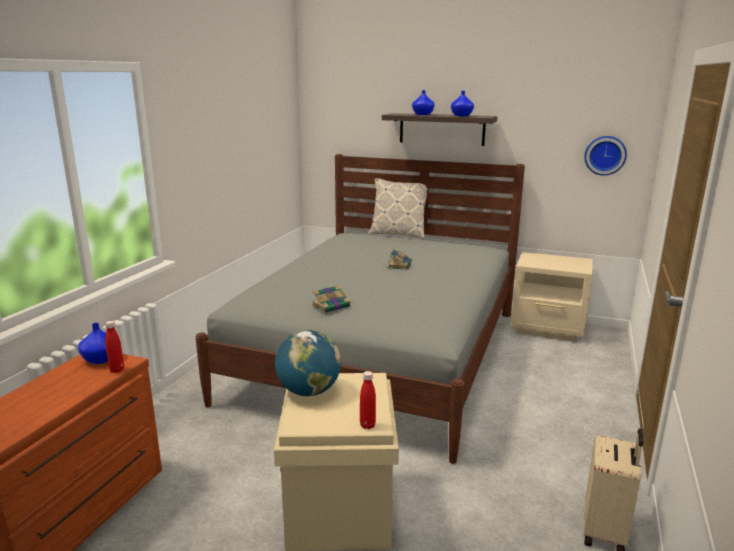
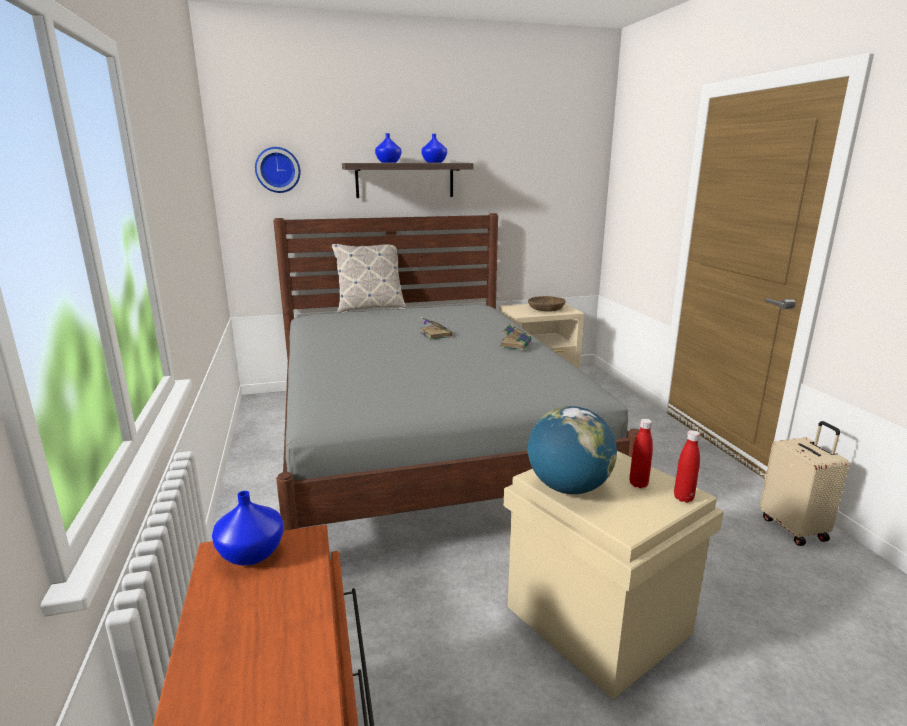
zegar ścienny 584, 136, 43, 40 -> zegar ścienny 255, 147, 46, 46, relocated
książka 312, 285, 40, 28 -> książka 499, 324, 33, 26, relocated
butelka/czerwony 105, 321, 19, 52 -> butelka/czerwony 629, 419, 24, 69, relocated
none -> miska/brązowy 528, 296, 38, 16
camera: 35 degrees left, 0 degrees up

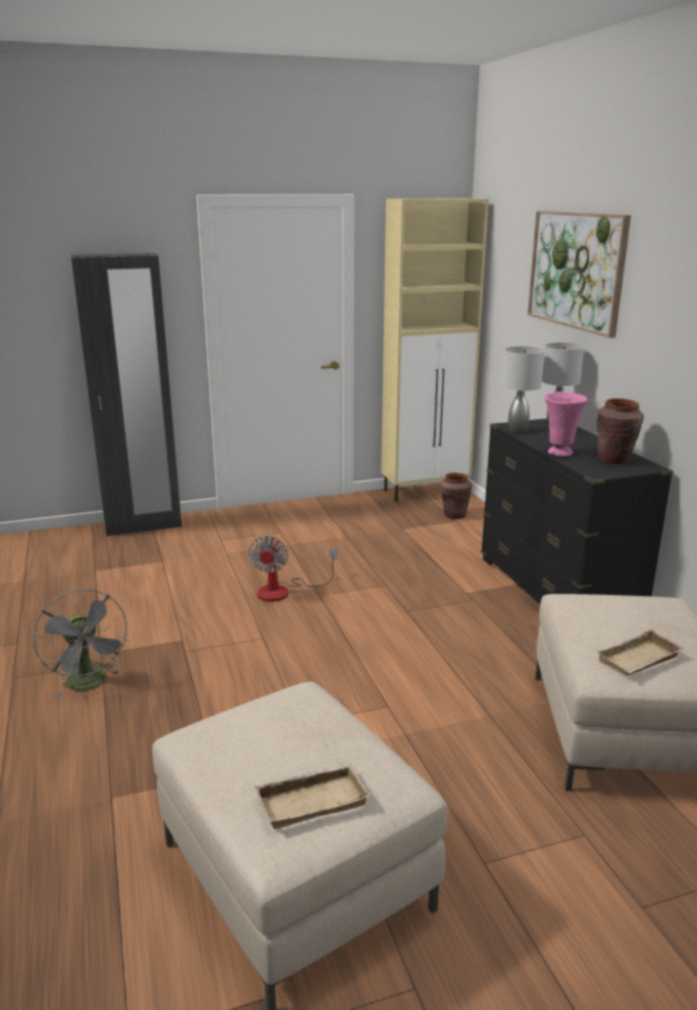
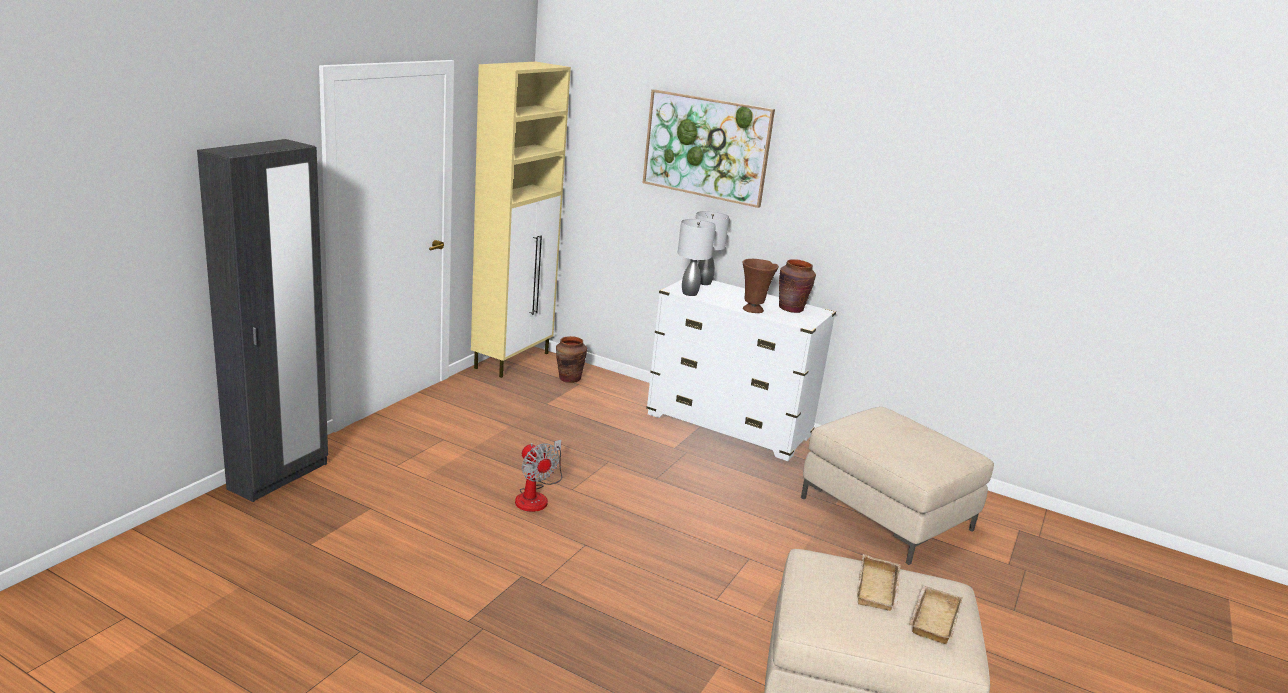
wazon/różowy 545, 392, 43, 64 -> wazon/brązowy 742, 259, 37, 54
komoda/czarny 481, 419, 192, 185 -> komoda/biały 646, 280, 190, 181
wentylator/szary 33, 589, 96, 109 -> none
taca/beżowy 597, 629, 88, 47 -> taca/beżowy 857, 554, 44, 57, relocated
camera: 45 degrees left, 0 degrees up

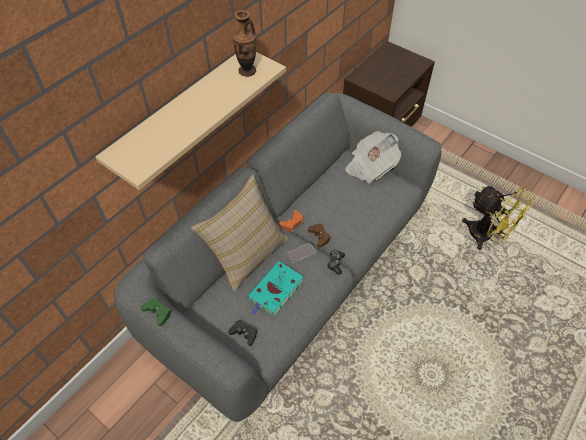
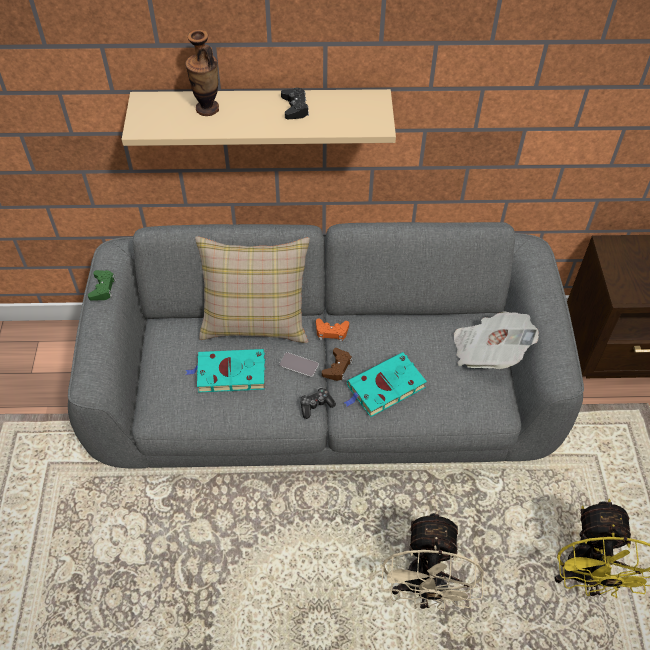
wazon 232, 10, 24, 67 -> wazon 185, 29, 34, 87, relocated
pad do gier/czarny 228, 320, 29, 26 -> pad do gier/czarny 281, 88, 28, 31, relocated
none -> książka/turkusowy 344, 352, 83, 65
none -> wentylator/beżowy 381, 511, 103, 100
camera: 50 degrees right, 0 degrees up

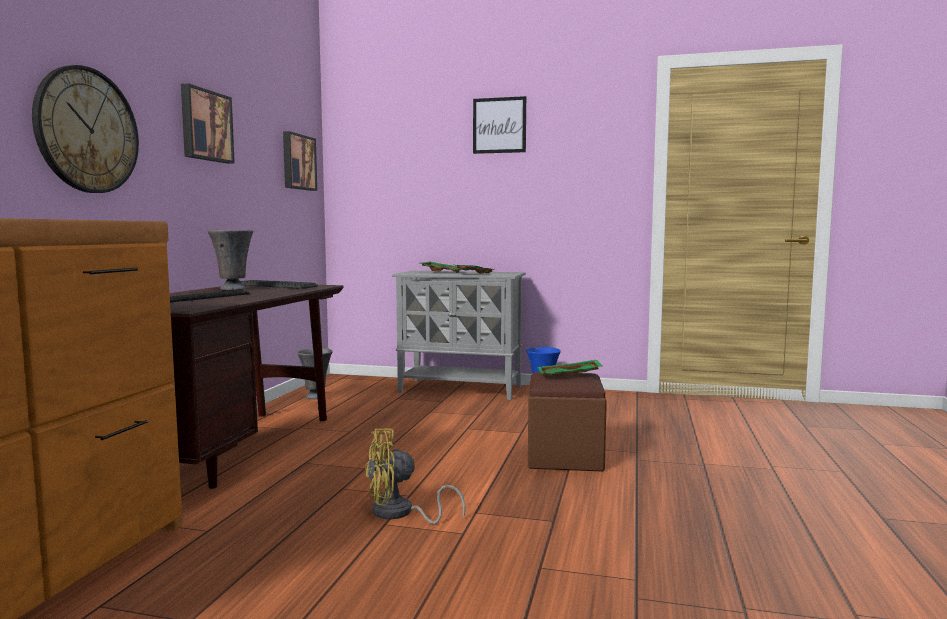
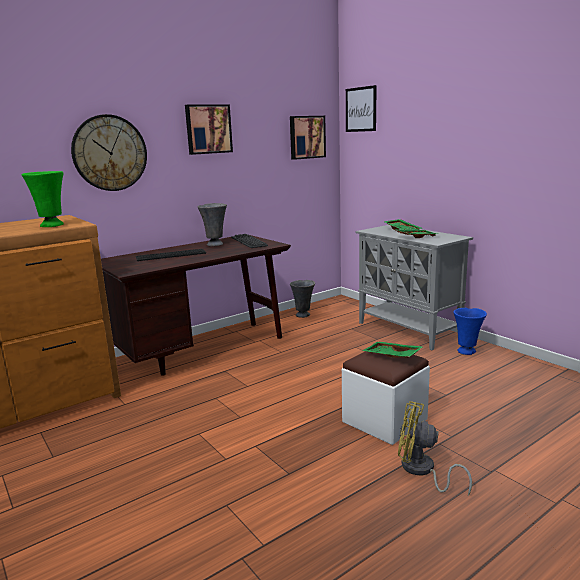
obraz 473, 96, 53, 58 -> obraz 346, 85, 31, 47, relocated
pufa/brązowy 528, 372, 79, 100 -> pufa/biały 342, 351, 88, 94
wentylator/żółty 365, 428, 101, 96 -> wentylator/żółty 398, 401, 74, 95, relocated
none -> wazon/zielony 22, 171, 42, 56
camera: 40 degrees right, 10 degrees up

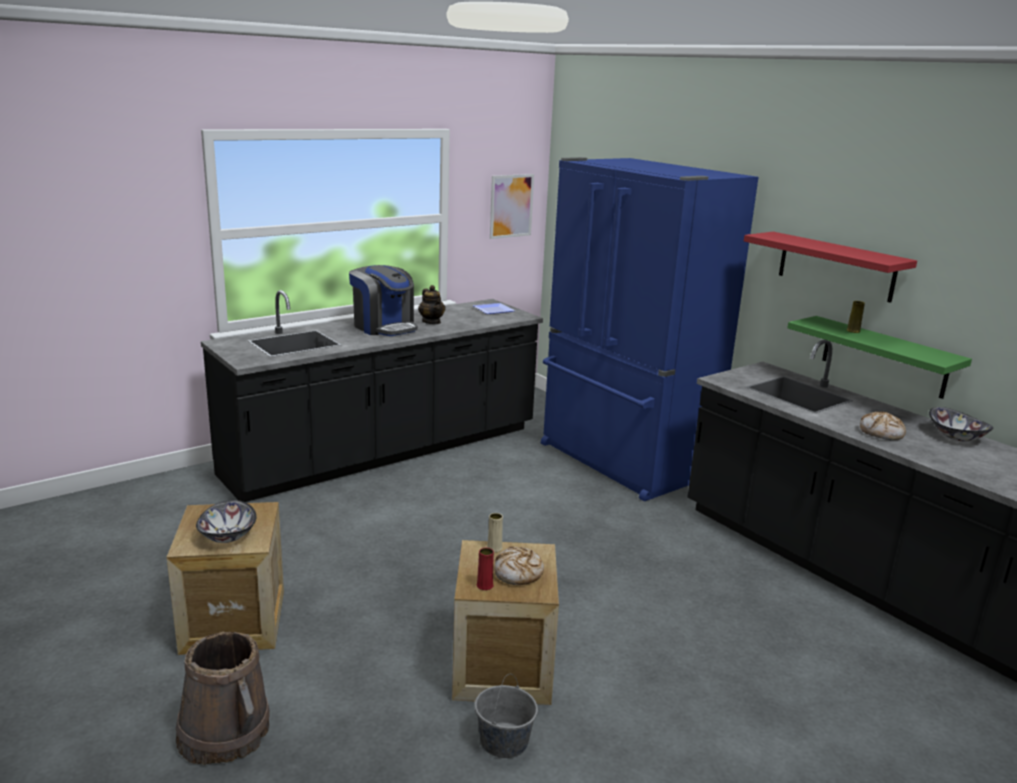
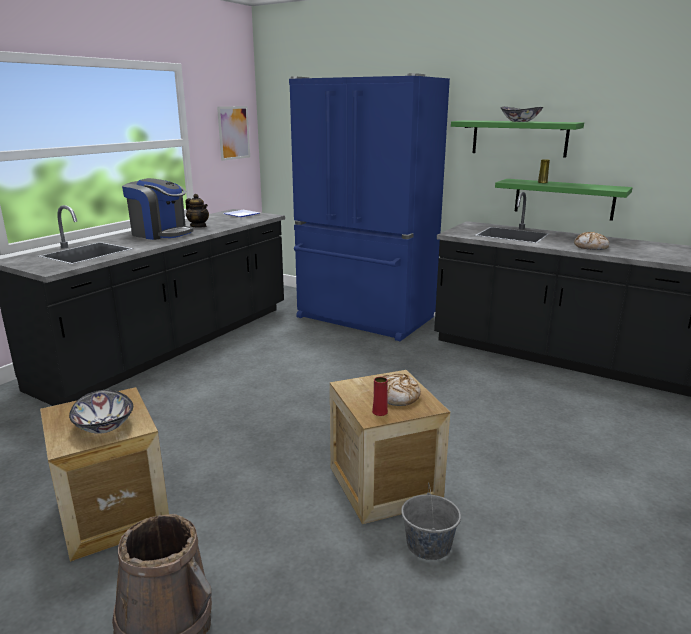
półka/czerwony 744, 232, 173, 71 -> półka/zielony 451, 120, 133, 38
miska 929, 407, 65, 35 -> miska 501, 107, 42, 15, relocated
wazon/beżowy 487, 513, 16, 39 -> none
camera: 20 degrees left, 0 degrees up

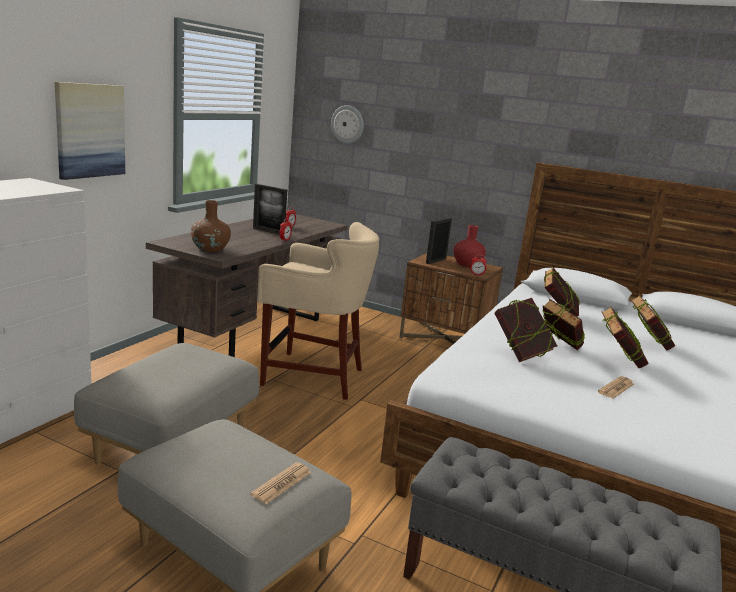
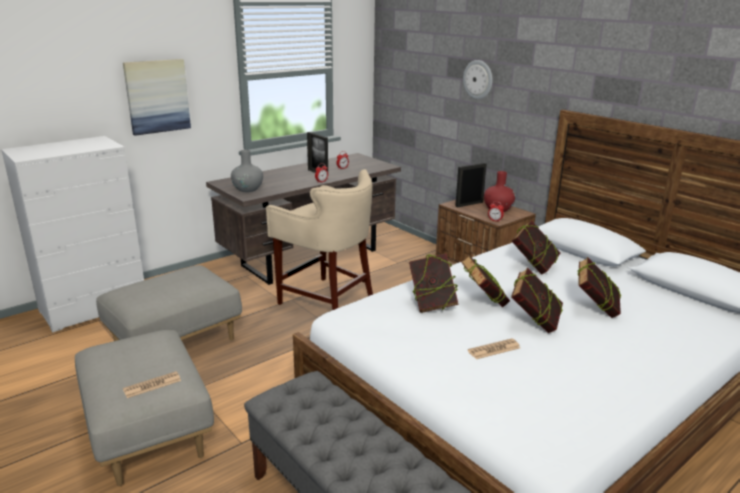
zegar ścienny 331, 105, 33, 39 -> zegar ścienny 463, 60, 29, 39, relocated
wazon/brązowy 191, 200, 40, 52 -> wazon/szary 231, 150, 32, 42
camera: 25 degrees right, 5 degrees up

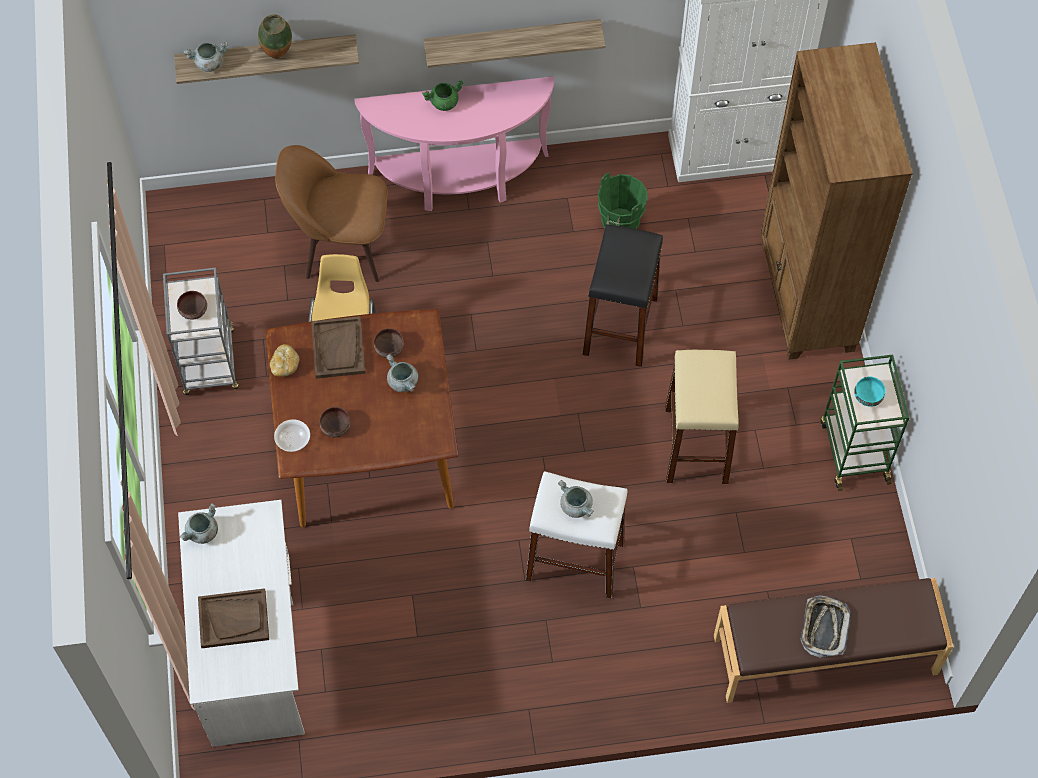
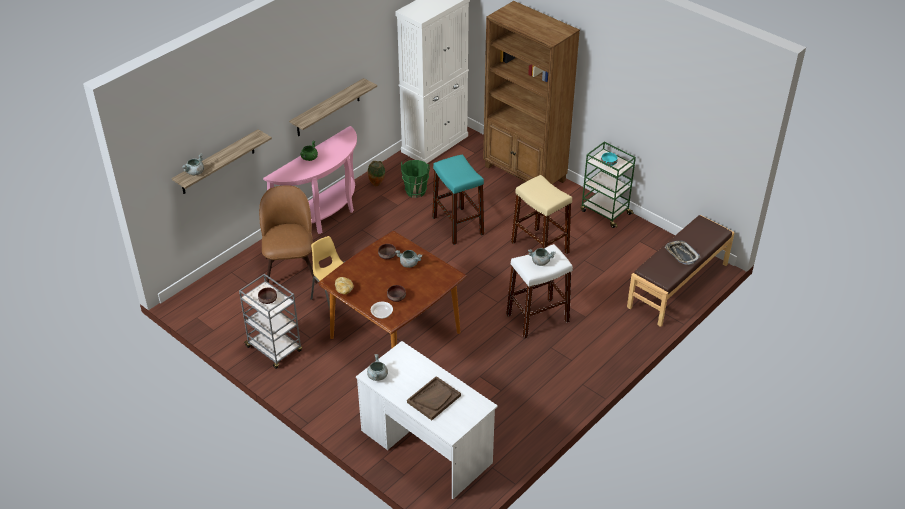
wazon 258, 14, 34, 45 -> wazon 368, 161, 17, 25, relocated
krzesło/brązowy 275, 145, 113, 137 -> krzesło/brązowy 259, 185, 58, 99, 120 degrees clockwise
stołek/czarny 583, 224, 80, 143 -> stołek/turkusowy 432, 154, 52, 91
taca/brązowy 311, 316, 55, 63 -> none
camera: 40 degrees left, 20 degrees down

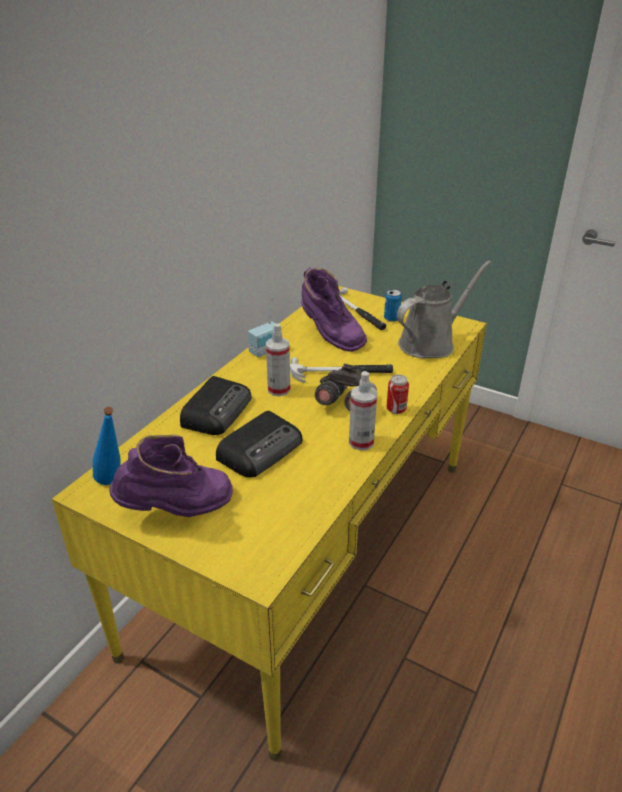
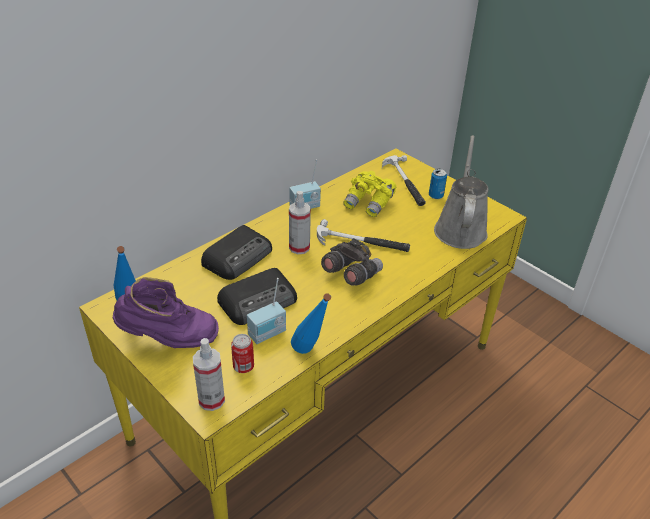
konewka/szary 397, 261, 94, 98 -> konewka/szary 434, 135, 54, 114, 60 degrees counterclockwise
but z cholewką/fioletowy 301, 267, 66, 85 -> lornetka/żółty 343, 171, 53, 46
spryskiwacz 349, 371, 28, 80 -> spryskiwacz 193, 338, 32, 73, relocated
puszka 387, 375, 22, 39 -> puszka 231, 334, 23, 39, relocated
none -> radio 247, 278, 39, 66
none -> butelka/niebieski 291, 293, 40, 61
camera: 15 degrees right, 5 degrees up

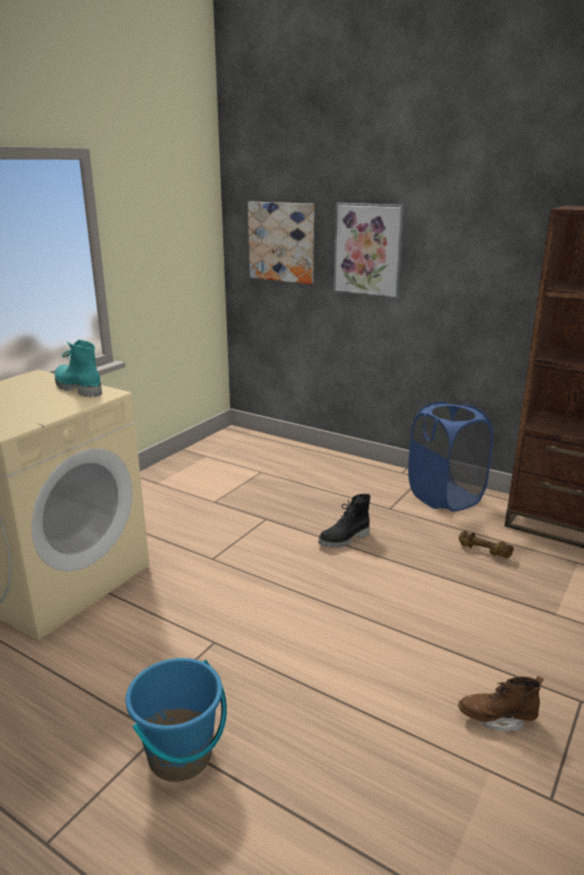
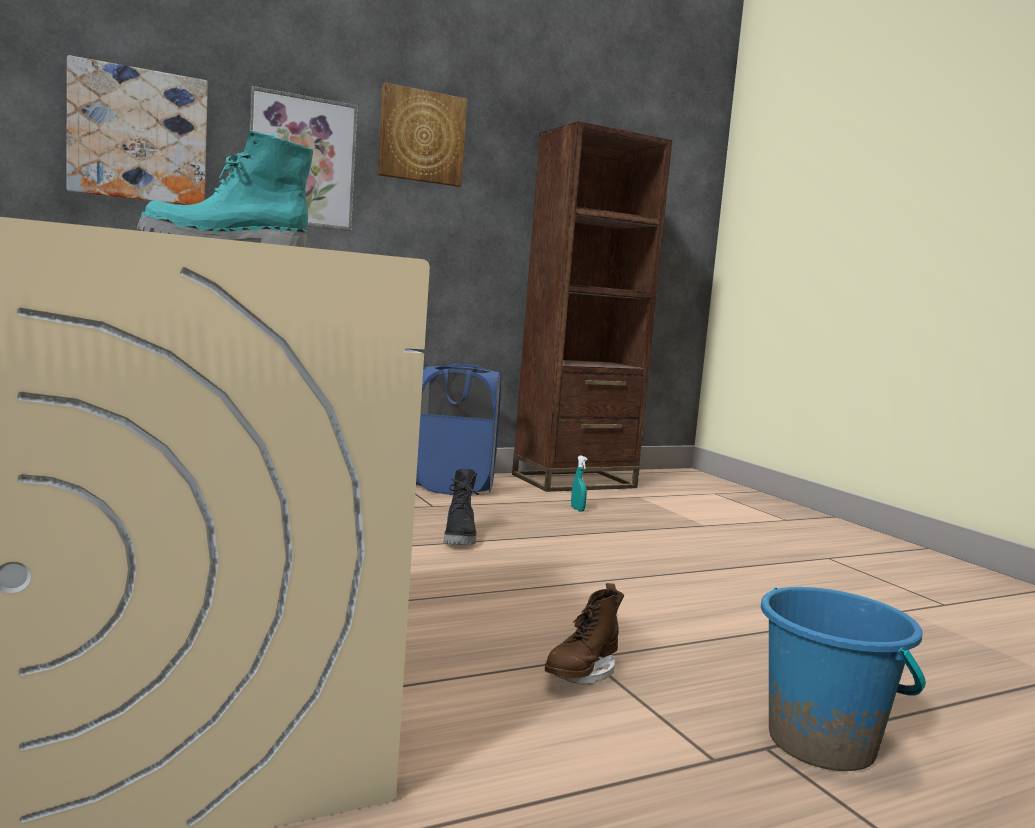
hantel/brązowy 459, 531, 55, 27 -> spryskiwacz/turkusowy 571, 455, 17, 56
but z cholewką/brązowy 458, 676, 86, 55 -> but z cholewką/brązowy 545, 583, 79, 102, relocated
none -> obraz 377, 83, 91, 104
camera: 60 degrees left, 15 degrees down

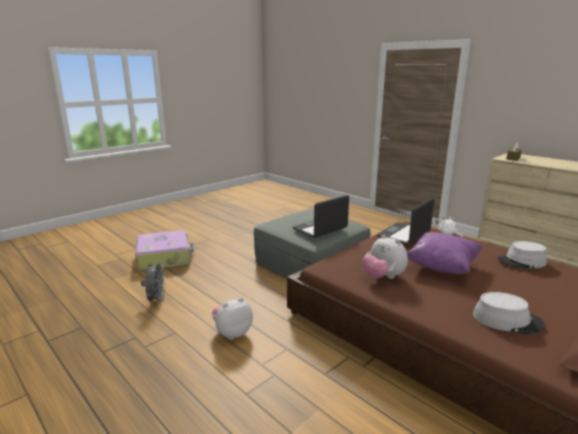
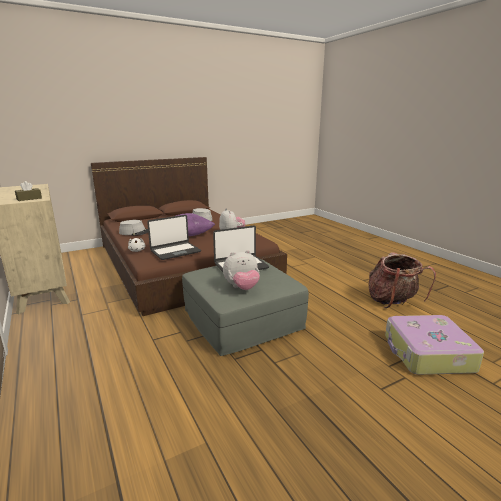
wentylator/szary 141, 261, 25, 43 -> plecak 369, 252, 67, 56
pluszak 212, 298, 41, 42 -> pluszak 223, 250, 37, 40, relocated
camera: 165 degrees left, 0 degrees up

